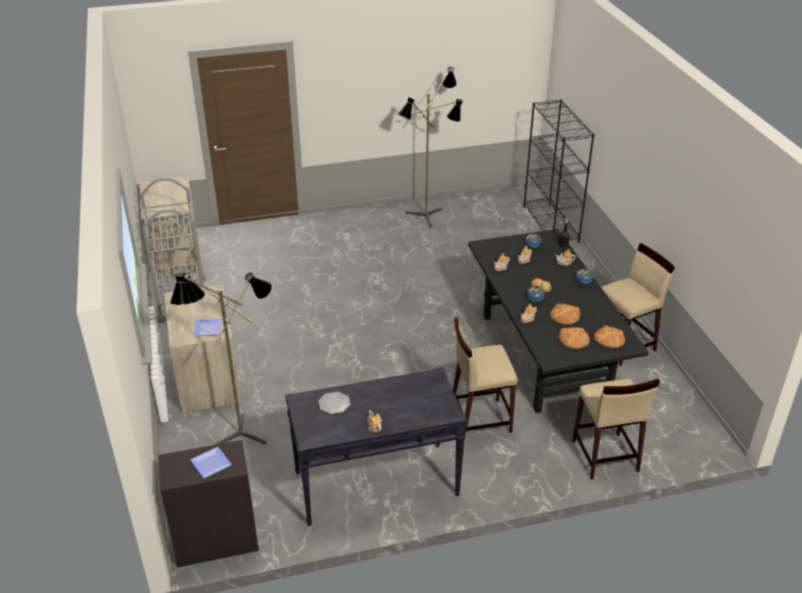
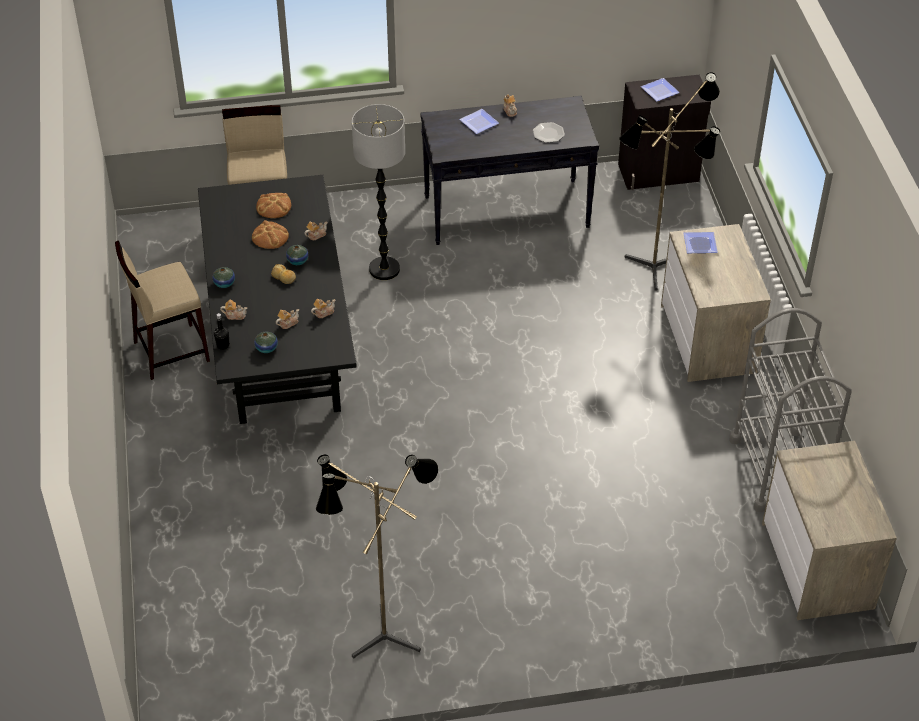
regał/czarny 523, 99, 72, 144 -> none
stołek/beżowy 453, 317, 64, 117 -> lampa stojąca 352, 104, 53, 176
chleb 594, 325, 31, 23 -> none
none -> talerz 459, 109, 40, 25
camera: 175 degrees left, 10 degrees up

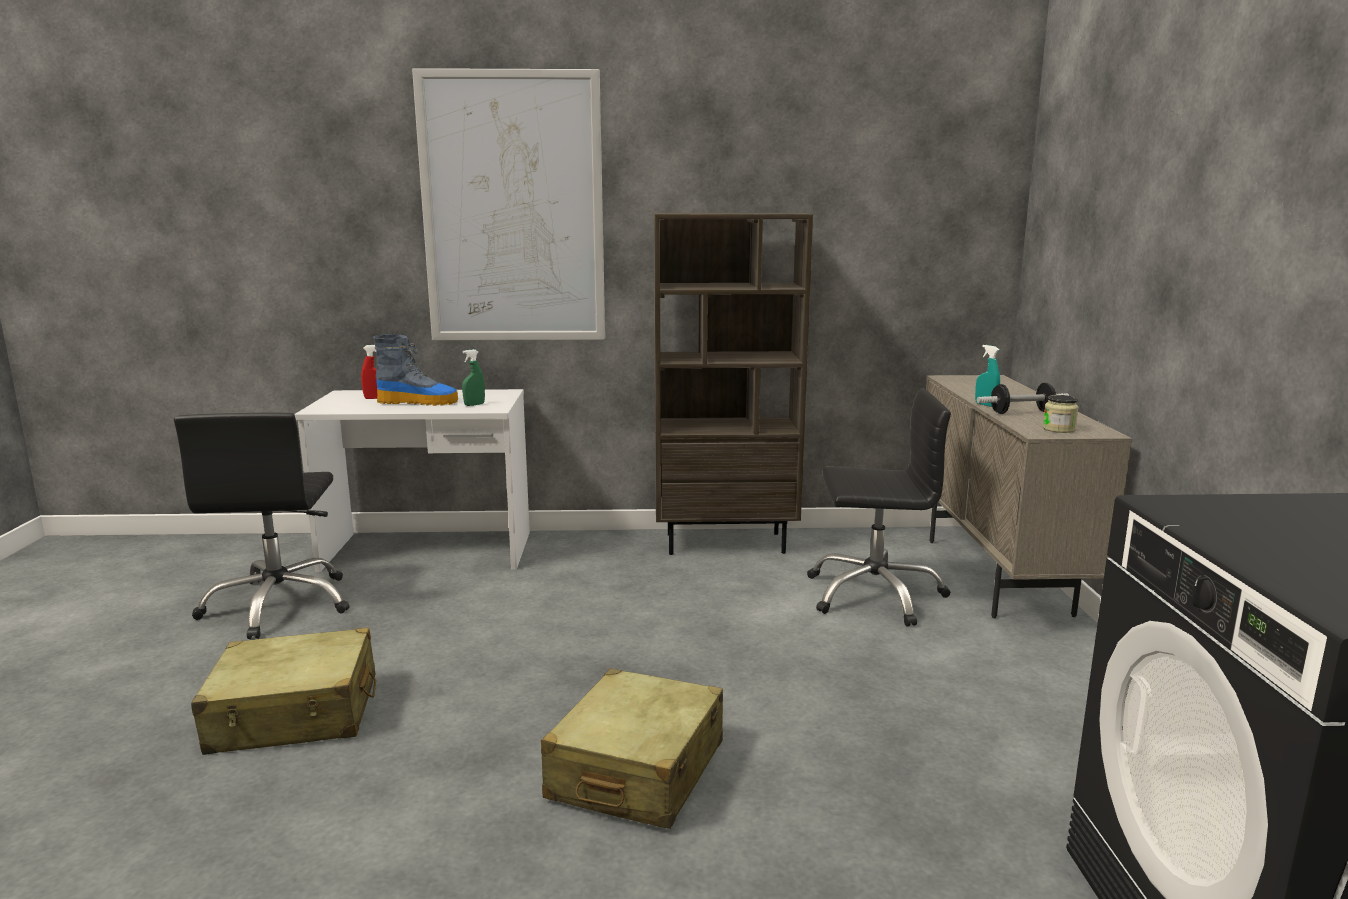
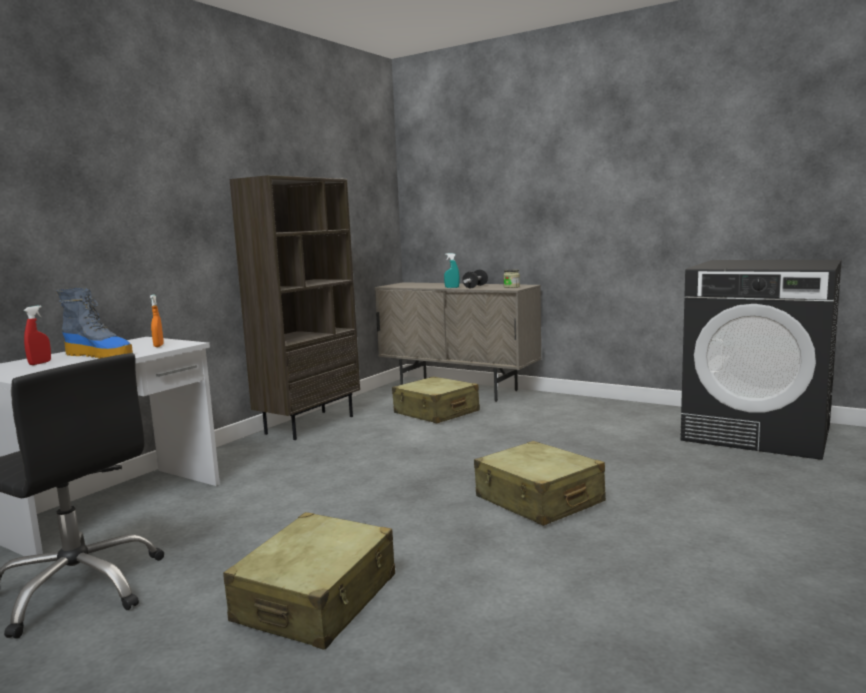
obraz 412, 68, 193, 273 -> none
but z cholewką 373, 334, 85, 72 -> but z cholewką 56, 288, 77, 71, 75 degrees clockwise
spryskiwacz/zielony 462, 349, 23, 57 -> spryskiwacz/pomarańczowy 150, 294, 14, 53
krzesło biurowe/czarny 807, 388, 144, 239 -> walizka/beżowy 392, 376, 88, 47
camera: 55 degrees left, 5 degrees down

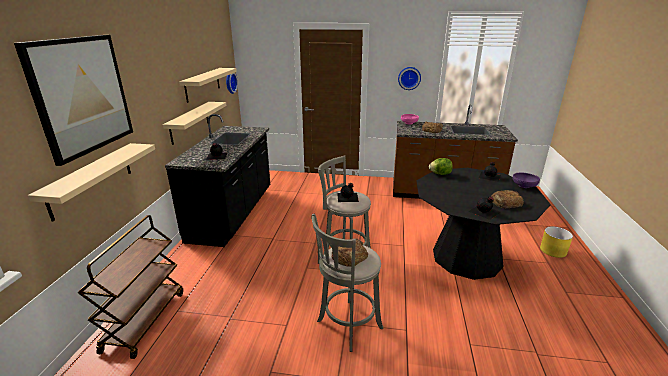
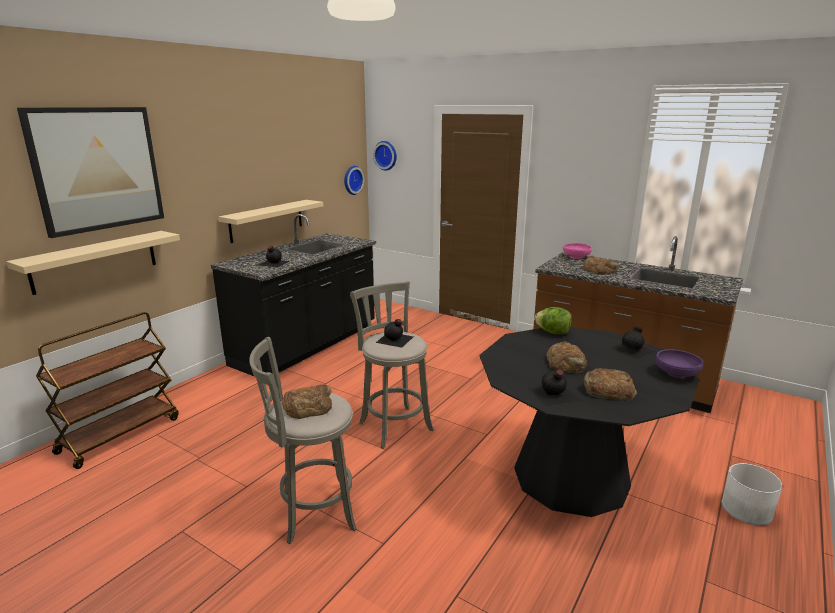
zegar ścienny 398, 67, 23, 23 -> zegar ścienny 373, 141, 24, 30, relocated
półka/beżowy 179, 68, 58, 35 -> none
donica/żółty 540, 227, 33, 31 -> donica/biały 722, 463, 61, 63
none -> chleb 547, 341, 40, 32
camera: 25 degrees right, 5 degrees down

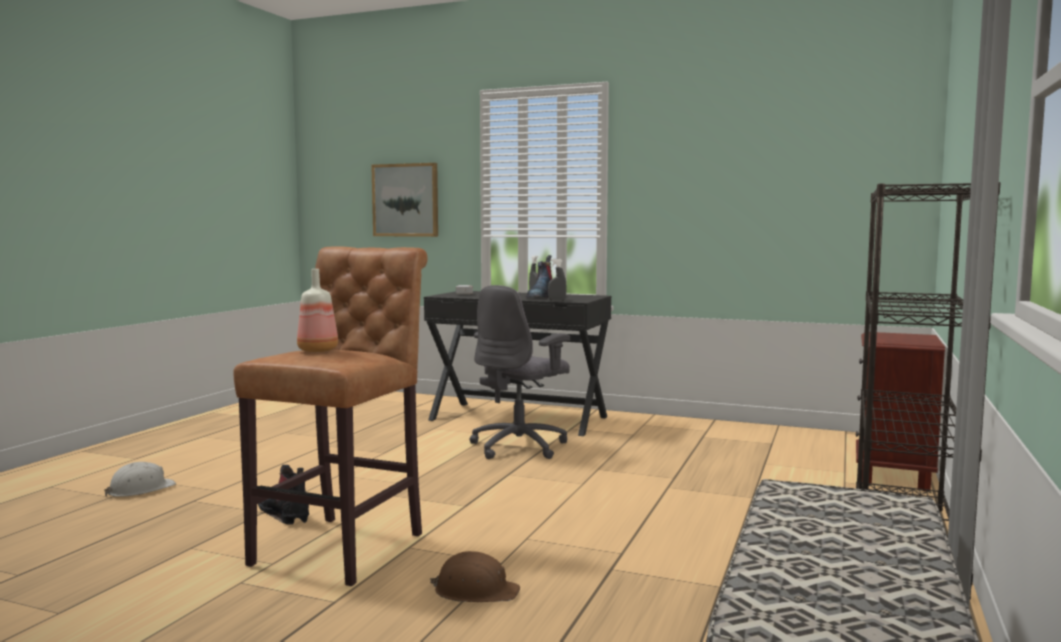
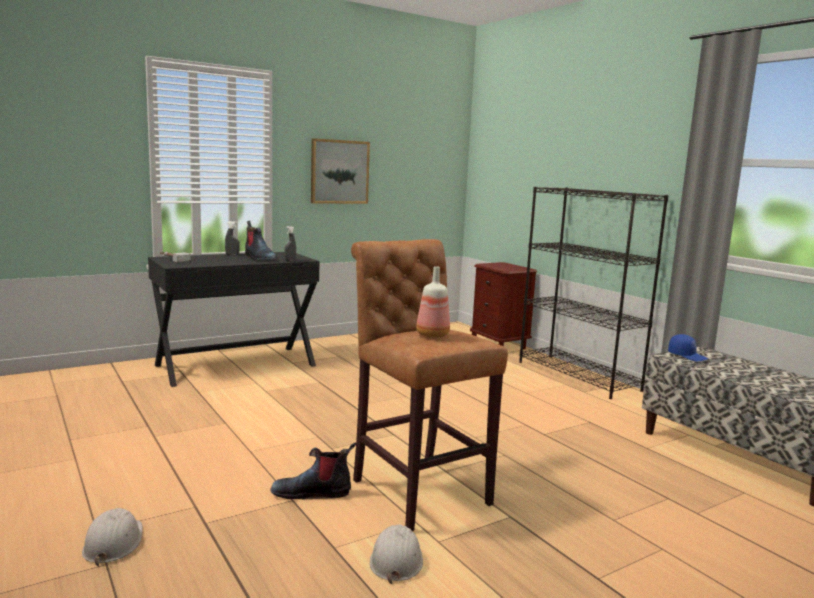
obraz 371, 163, 67, 74 -> obraz 311, 138, 59, 66, relocated
krzesło biurowe/szary 470, 285, 100, 174 -> none
kask/brązowy 430, 551, 90, 51 -> none
none -> czapka z daszkiem/niebieski 668, 334, 40, 27
none -> kask/biały 370, 524, 53, 60
camera: 55 degrees left, 5 degrees up

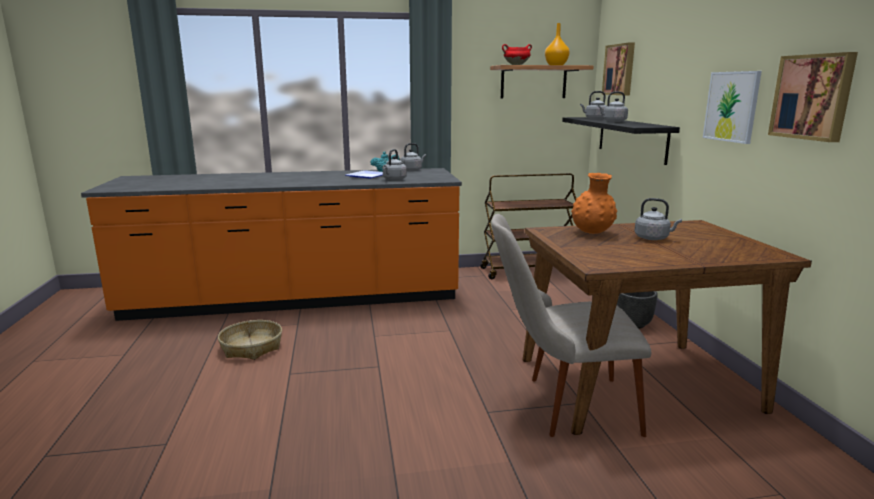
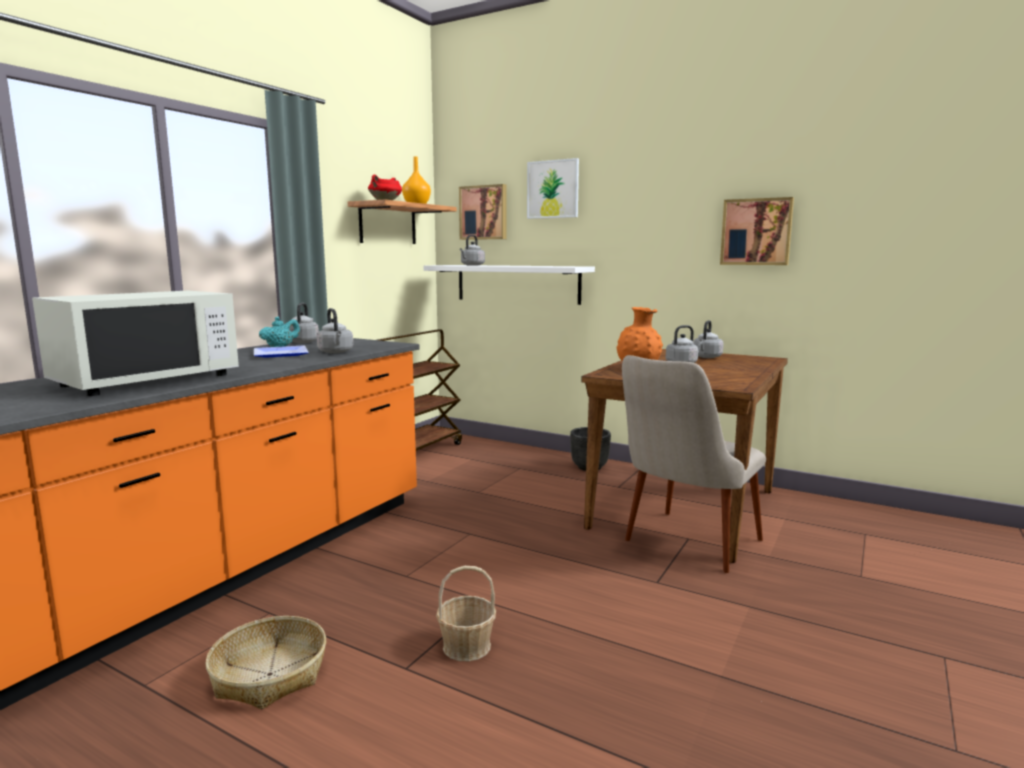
obraz 703, 71, 59, 73 -> obraz 527, 158, 52, 61, relocated
czajnik/szary 598, 91, 30, 31 -> czajnik/szary 693, 320, 31, 38, relocated
półka/czarny 562, 117, 118, 48 -> półka/biały 424, 265, 171, 40
none -> mikrofalówka/biały 32, 291, 207, 105
none -> koszyk 436, 566, 60, 95
camera: 50 degrees left, 5 degrees down

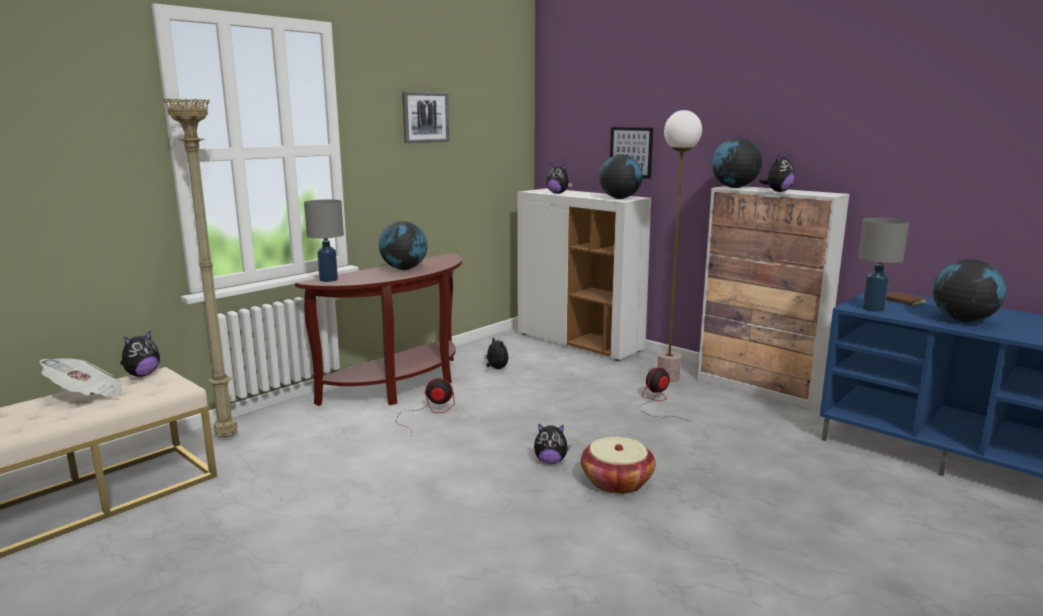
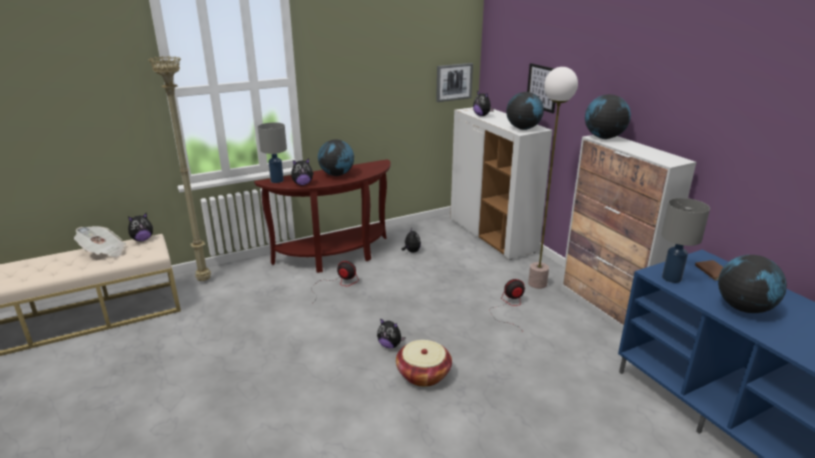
obraz 402, 91, 47, 52 -> obraz 436, 63, 37, 39, relocated
pluszak 759, 154, 36, 38 -> pluszak 291, 159, 23, 26, relocated
camera: 20 degrees right, 10 degrees up

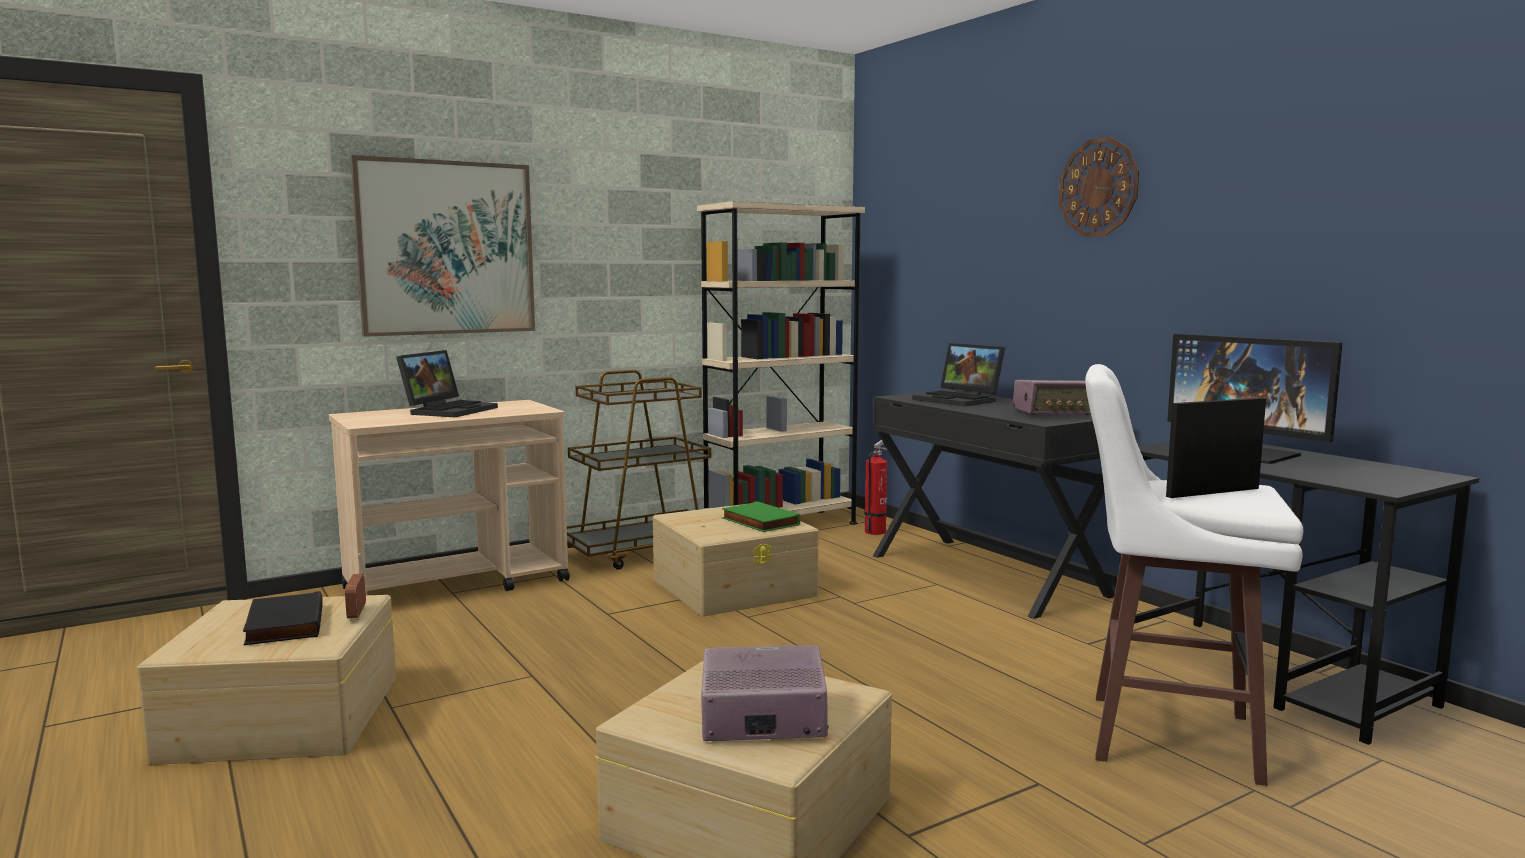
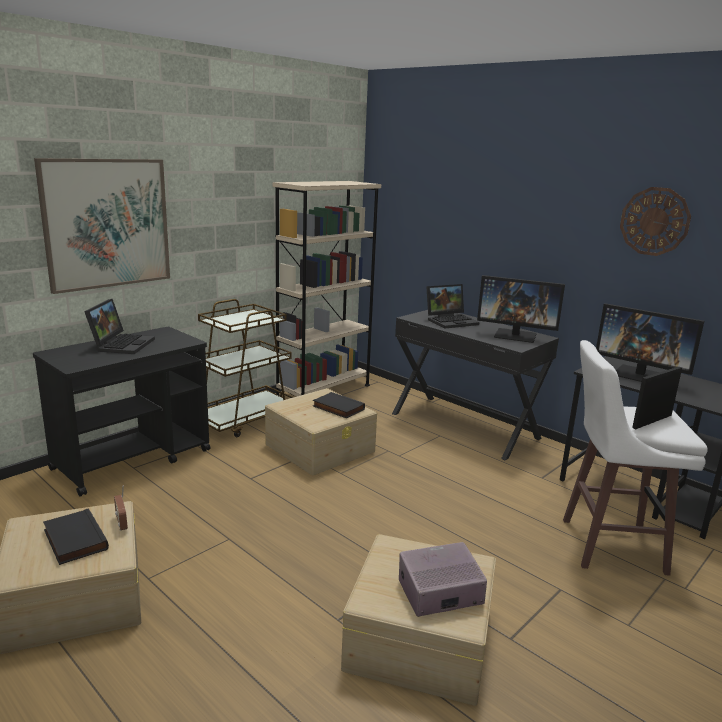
zegar ścienny 1059, 137, 80, 100 -> zegar ścienny 620, 187, 71, 69, relocated
laptop 913, 343, 92, 64 -> laptop 426, 284, 53, 45, 60 degrees counterclockwise
radio 1013, 380, 78, 35 -> monitor 477, 275, 88, 68
wózek/beżowy 329, 400, 241, 195 -> wózek/czarny 33, 327, 177, 170
gaśnica 864, 440, 24, 95 -> none
książka/zielony 722, 501, 78, 31 -> książka/czarny 313, 392, 52, 26
camera: 15 degrees left, 10 degrees up

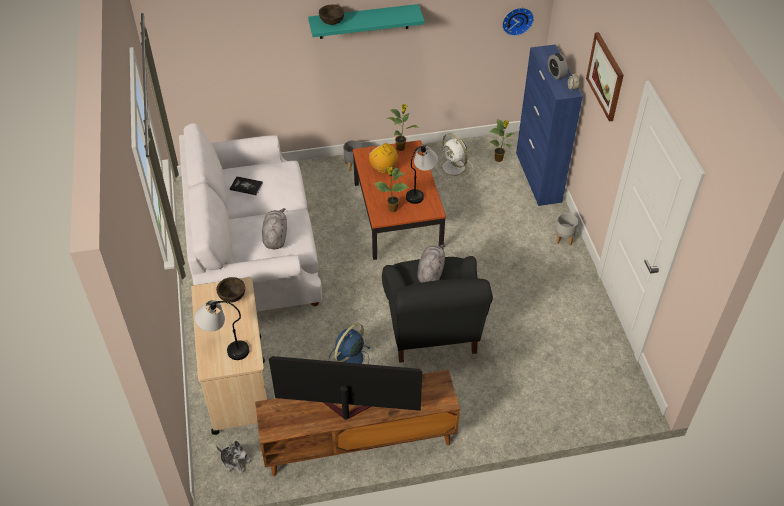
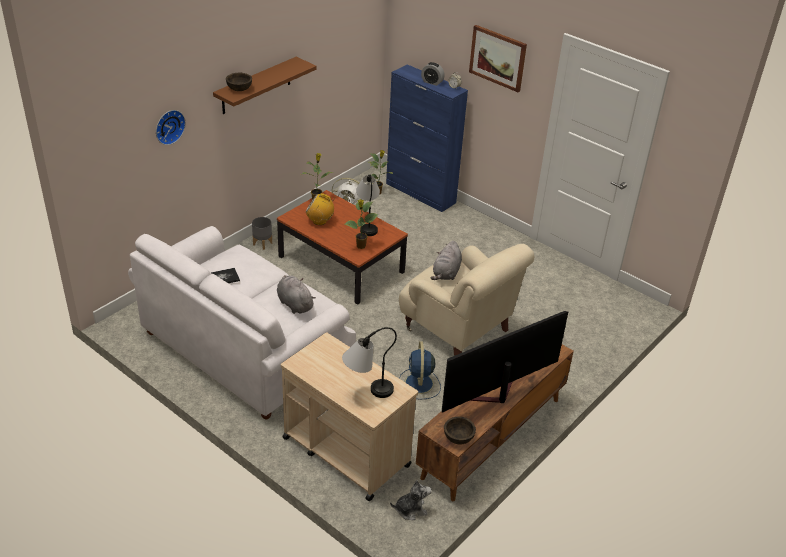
półka/turkusowy 308, 4, 117, 35 -> półka/brązowy 213, 57, 104, 57
zegar ścienny 502, 8, 32, 28 -> zegar ścienny 156, 110, 30, 35, relocated
donica/szary 556, 213, 22, 32 -> none
pluszak/szary 417, 244, 29, 39 -> pluszak/szary 431, 241, 31, 39, 135 degrees counterclockwise
fotel/czarny 382, 256, 111, 107 -> fotel/beżowy 399, 244, 135, 112
miska/brązowy 216, 277, 29, 26 -> miska/brązowy 444, 417, 32, 27, relocated
camera: 40 degrees left, 10 degrees down

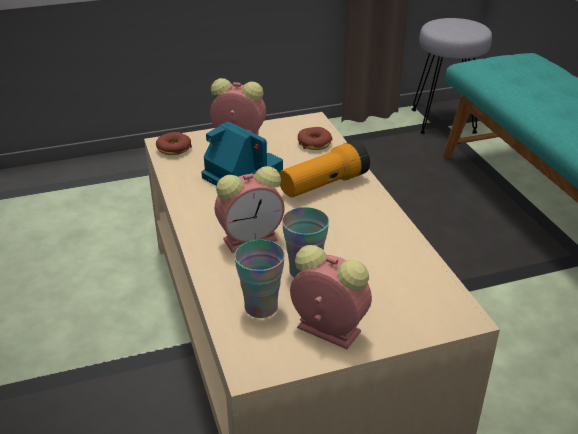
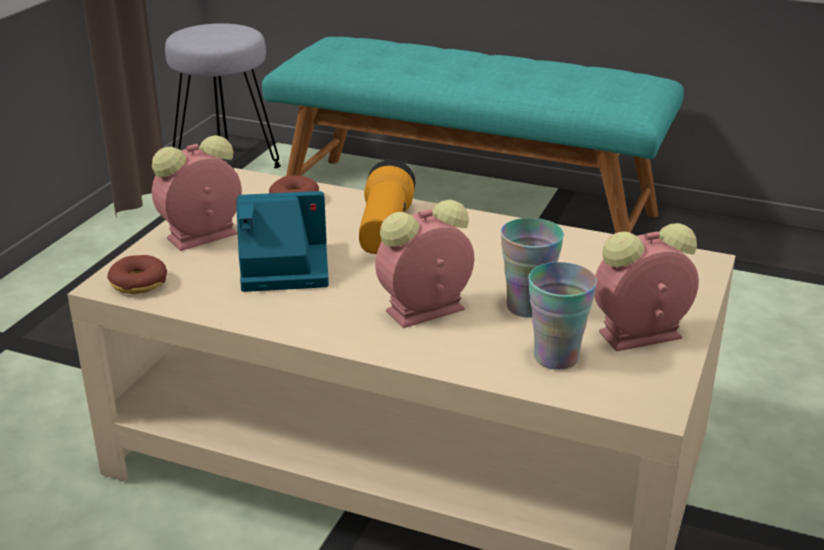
budzik 215, 166, 70, 87 -> budzik 375, 200, 99, 128, 135 degrees counterclockwise
camera: 50 degrees left, 5 degrees down

